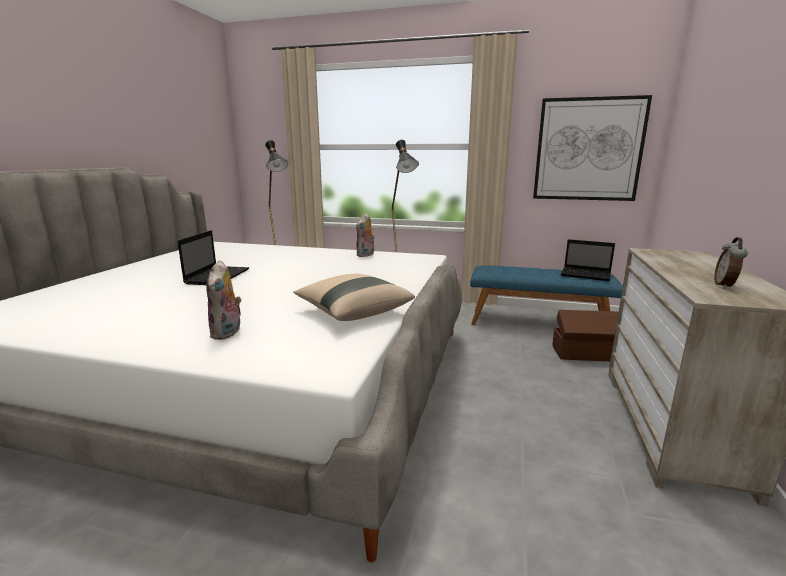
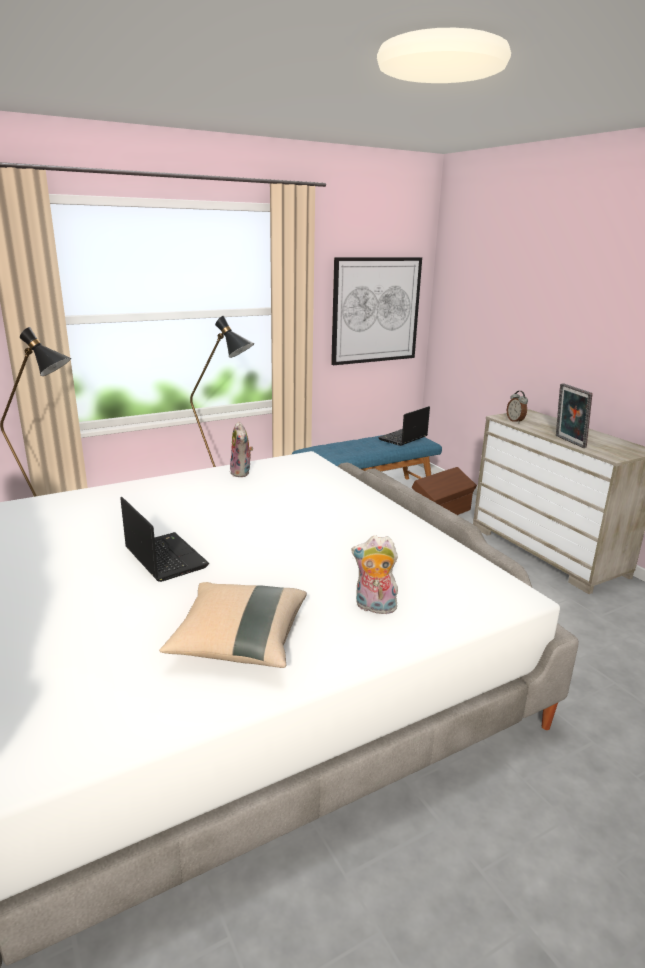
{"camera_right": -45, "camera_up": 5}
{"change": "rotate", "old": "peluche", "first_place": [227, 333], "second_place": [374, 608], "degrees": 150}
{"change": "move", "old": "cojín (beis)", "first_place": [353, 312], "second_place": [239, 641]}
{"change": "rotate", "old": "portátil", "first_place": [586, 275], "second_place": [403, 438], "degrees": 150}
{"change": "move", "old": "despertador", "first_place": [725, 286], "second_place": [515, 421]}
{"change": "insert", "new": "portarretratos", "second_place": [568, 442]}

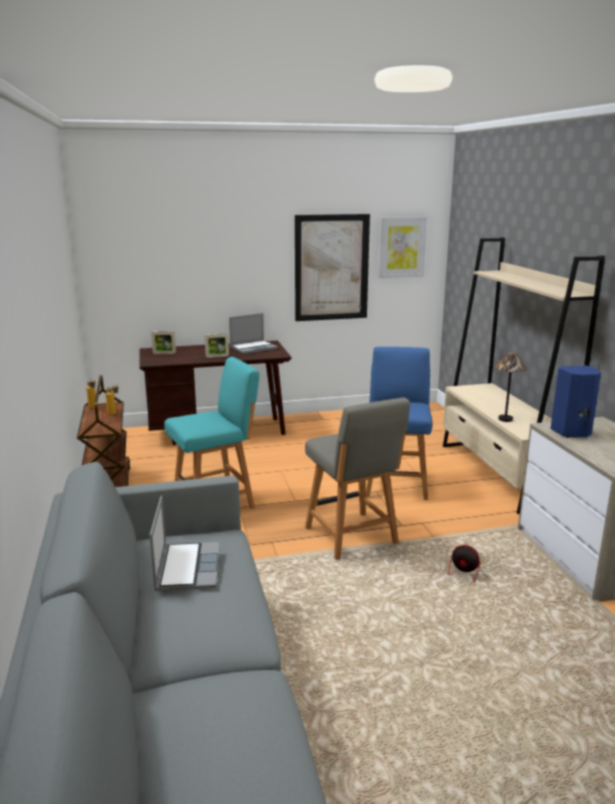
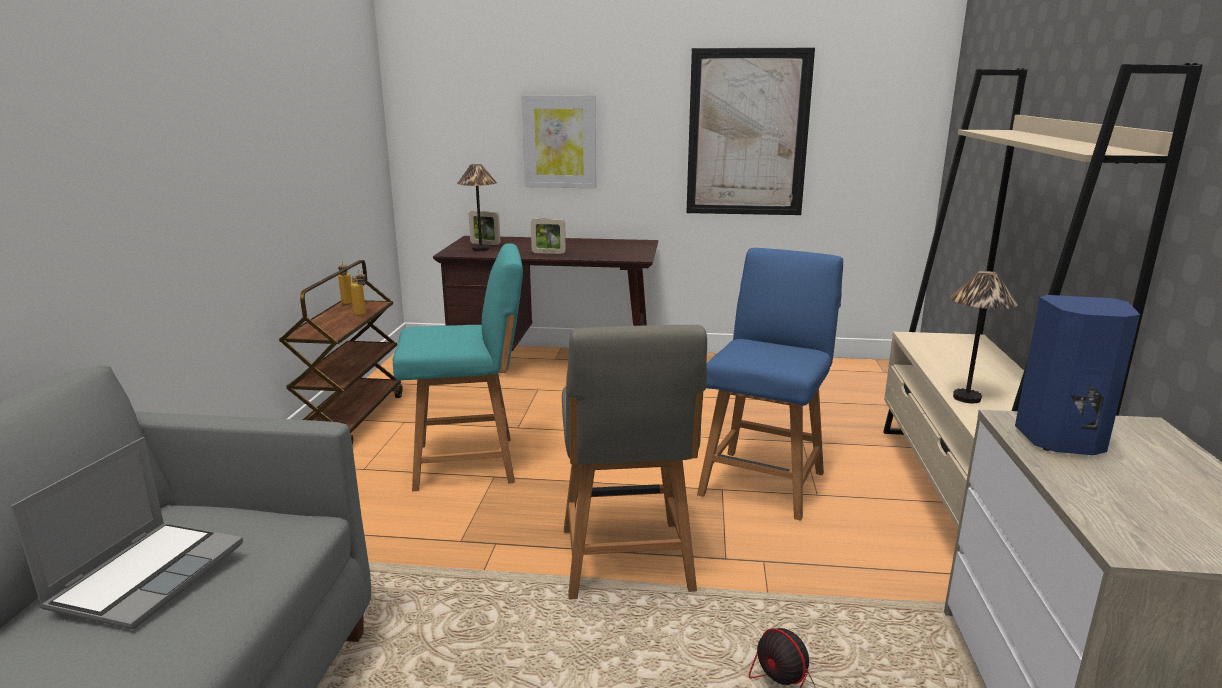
{"camera_right": 20, "camera_up": 0}
{"change": "delete", "old": "portátil", "first_place": [253, 348]}
{"change": "move", "old": "cuadro", "first_place": [401, 247], "second_place": [559, 142]}
{"change": "insert", "new": "lámpara de mesa", "second_place": [480, 249]}

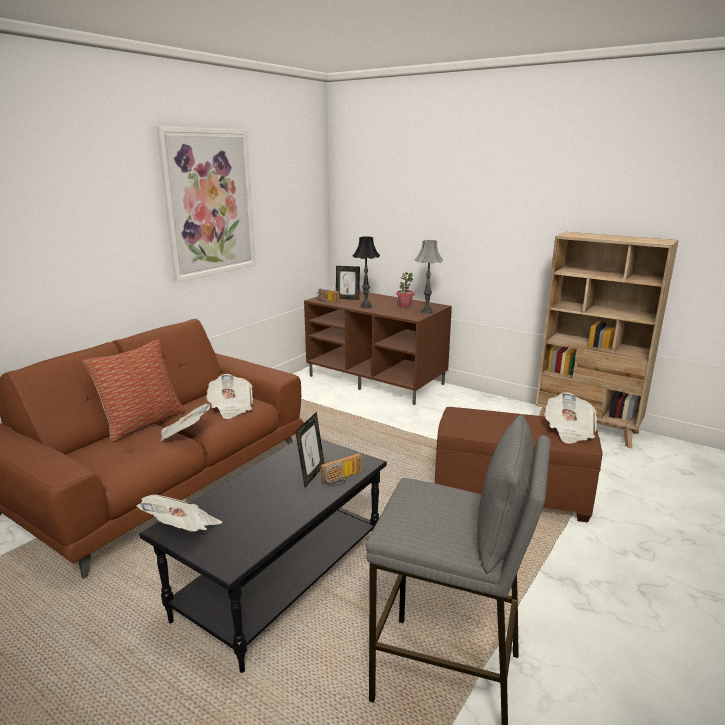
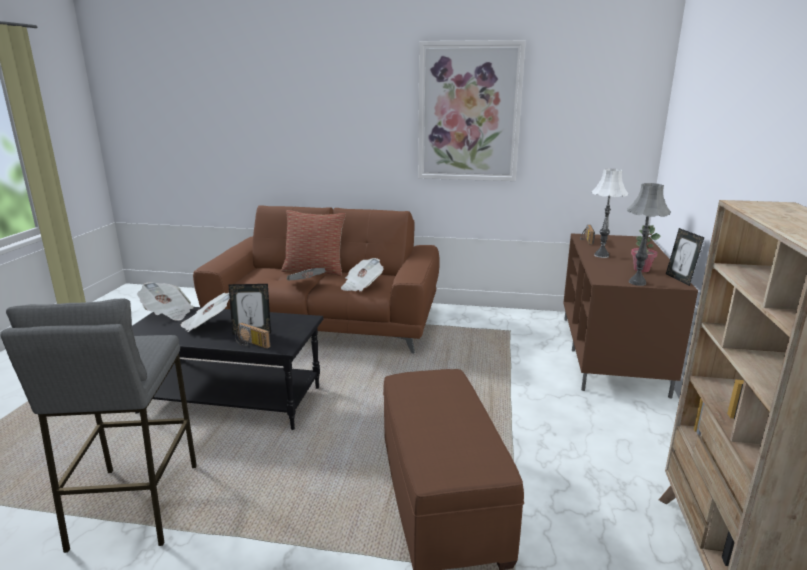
{"camera_right": 65, "camera_up": 0}
{"change": "move", "old": "portarretratos", "first_place": [347, 298], "second_place": [680, 279]}
{"change": "recolor", "old": "lámpara de mesa (negro)", "new": "lámpara de mesa (blanco)", "first_place": [365, 306], "second_place": [601, 255]}
{"change": "move", "old": "periódico", "first_place": [569, 431], "second_place": [207, 324]}

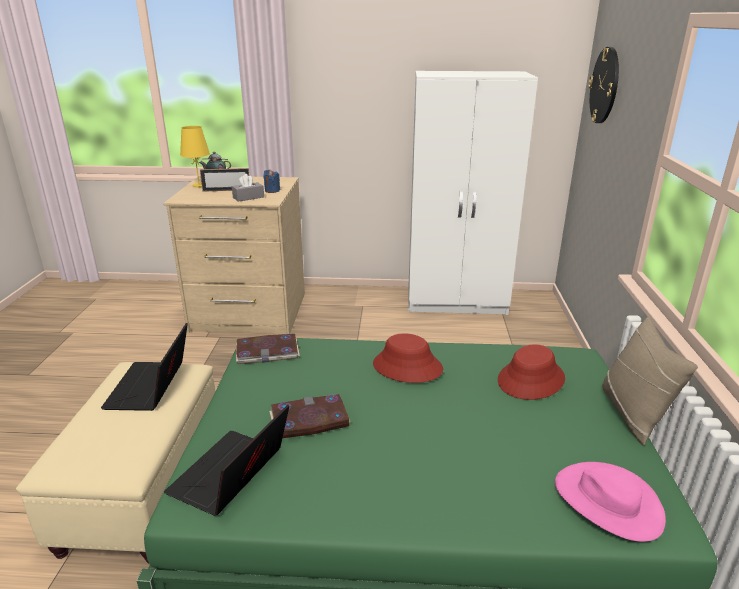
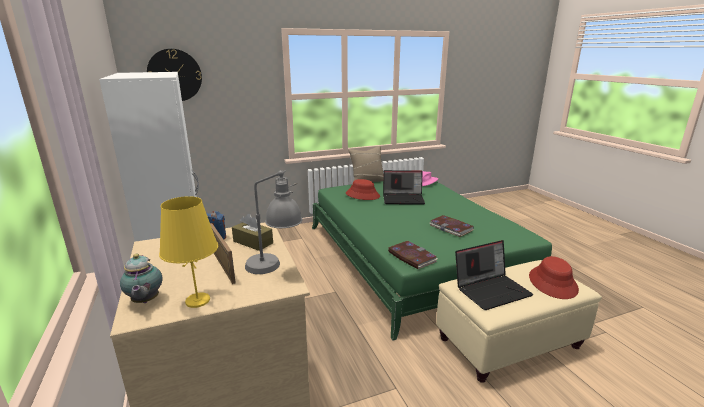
{"camera_right": -115, "camera_up": -5}
{"change": "move", "old": "portátil", "first_place": [231, 476], "second_place": [403, 199]}
{"change": "recolor", "old": "caja de pañuelos (gris)", "new": "caja de pañuelos (marrón)", "first_place": [248, 197], "second_place": [253, 242]}
{"change": "move", "old": "sombrero (rojo)", "first_place": [407, 367], "second_place": [553, 283]}
{"change": "insert", "new": "lámpara de mesa (gris)", "second_place": [275, 268]}

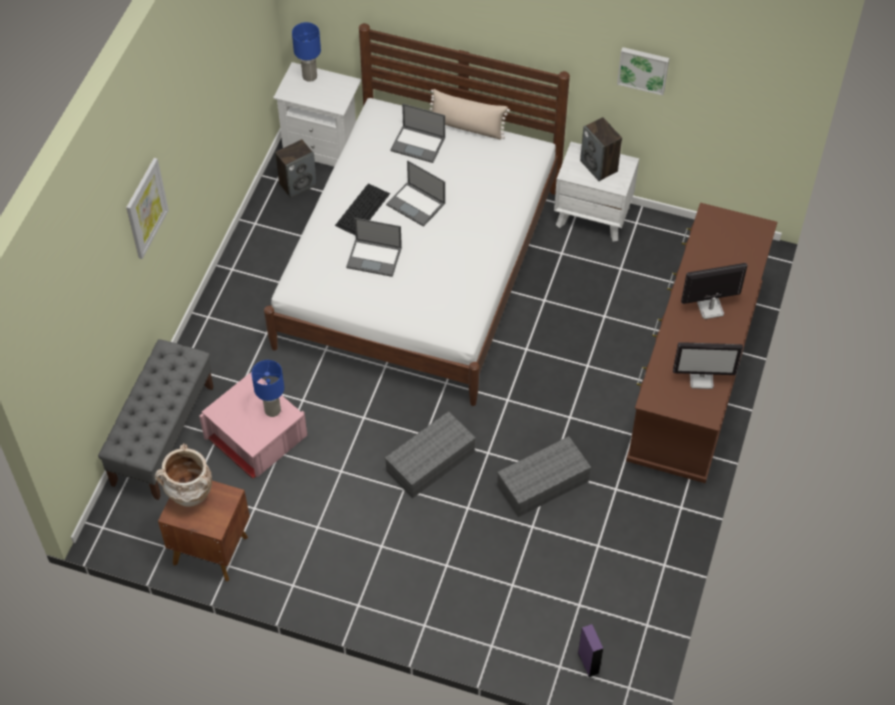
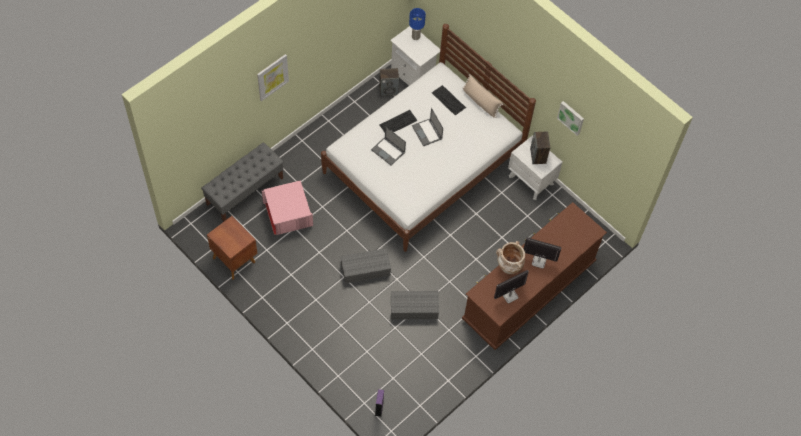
{"camera_right": 25, "camera_up": 5}
{"change": "move", "old": "florero (beis)", "first_place": [190, 496], "second_place": [509, 267]}
{"change": "delete", "old": "lámpara de mesa (azul)", "first_place": [272, 410]}
{"change": "replace", "old": "portátil", "new": "teclado", "first_place": [418, 144], "second_place": [449, 100]}
{"change": "rotate", "old": "monitor", "first_place": [702, 379], "second_place": [509, 296], "degrees": 120}

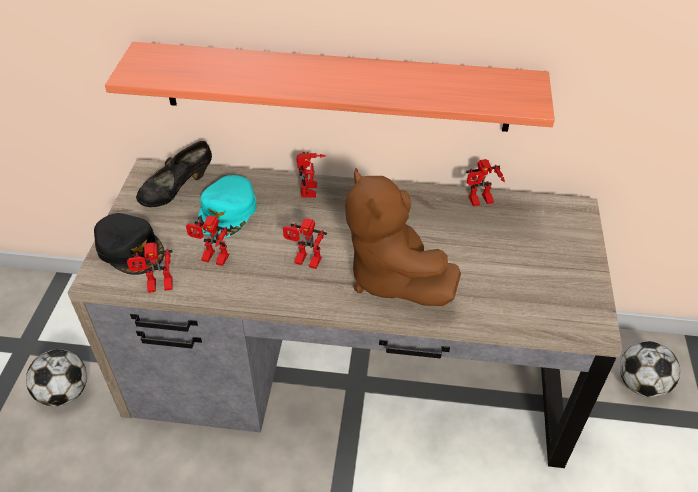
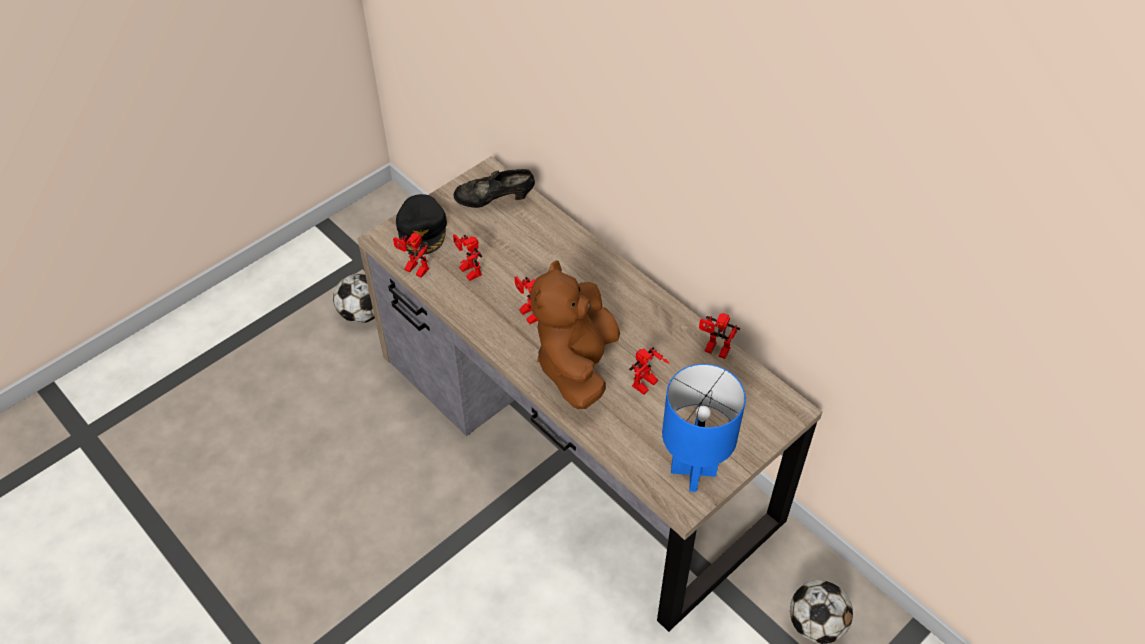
{"camera_right": 40, "camera_up": 5}
{"change": "delete", "old": "estante", "first_place": [335, 87]}
{"change": "delete", "old": "gorra (turquesa)", "first_place": [227, 212]}
{"change": "move", "old": "robot de juguete", "first_place": [312, 191], "second_place": [646, 386]}
{"change": "insert", "new": "lámpara de mesa (azul)", "second_place": [694, 472]}

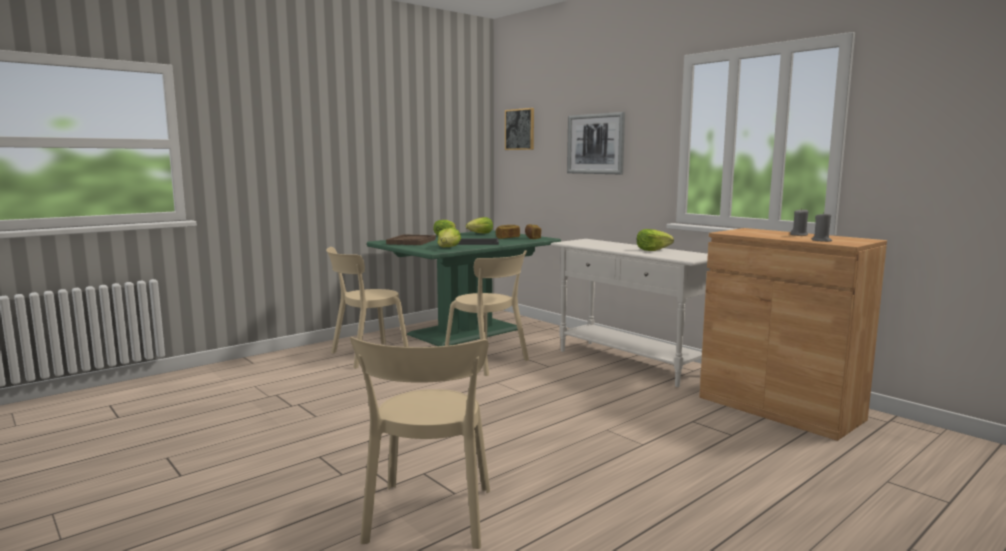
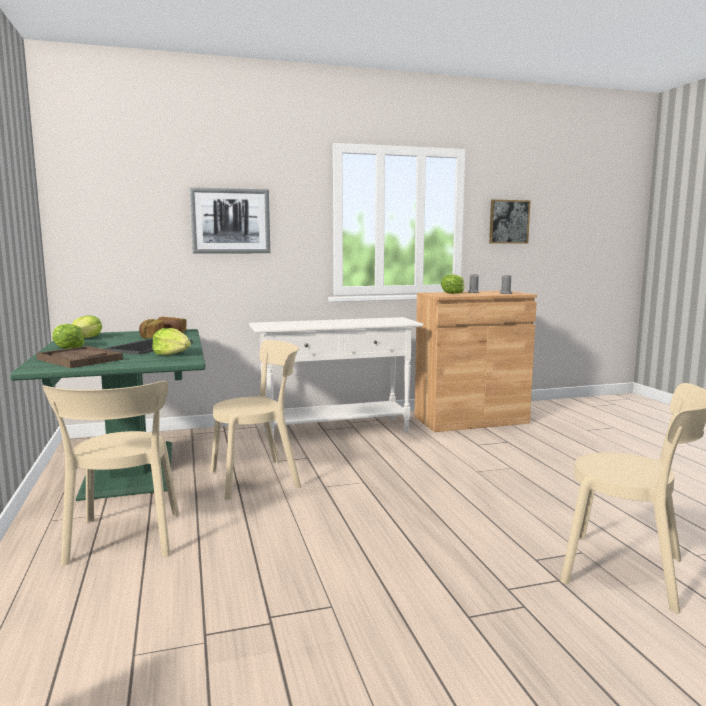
{"camera_right": -65, "camera_up": 0}
{"change": "move", "old": "cuadro", "first_place": [520, 129], "second_place": [509, 221]}
{"change": "move", "old": "lechuga", "first_place": [652, 250], "second_place": [453, 293]}

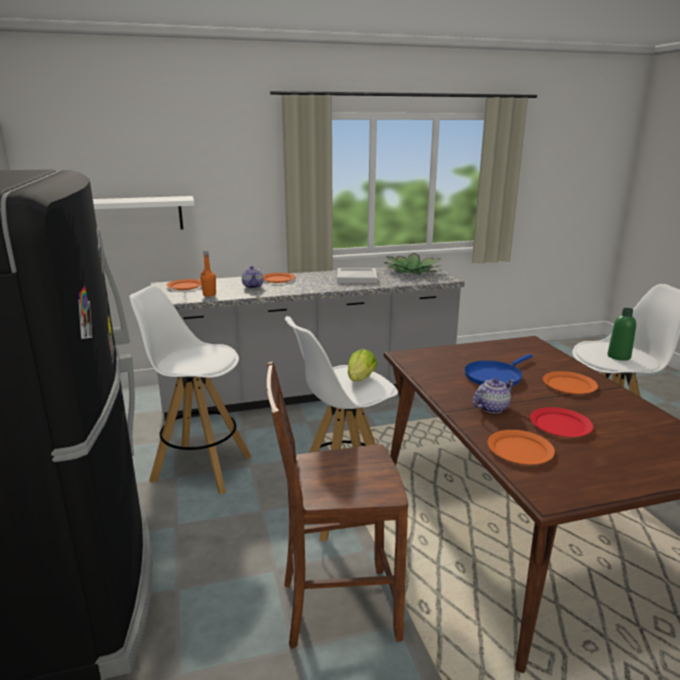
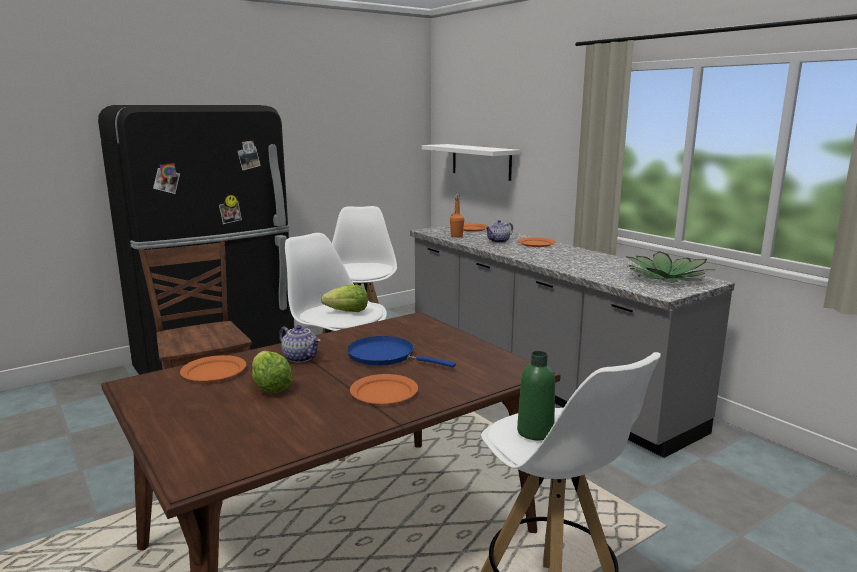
{"camera_right": 70, "camera_up": -5}
{"change": "delete", "old": "bandeja (blanco)", "first_place": [356, 278]}
{"change": "replace", "old": "plato (rojo)", "new": "lechuga", "first_place": [561, 425], "second_place": [270, 388]}

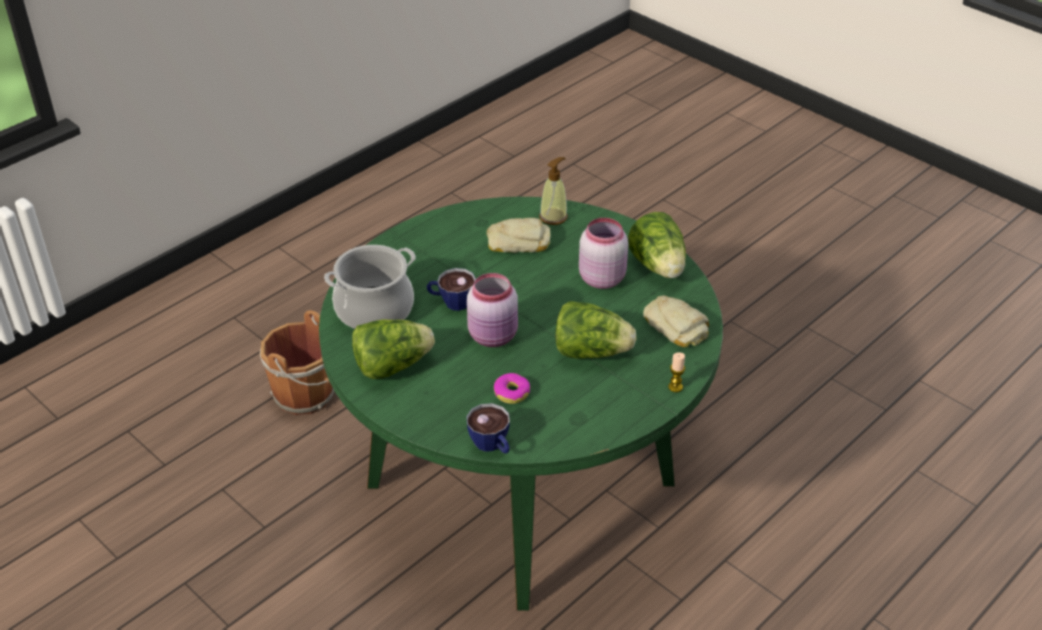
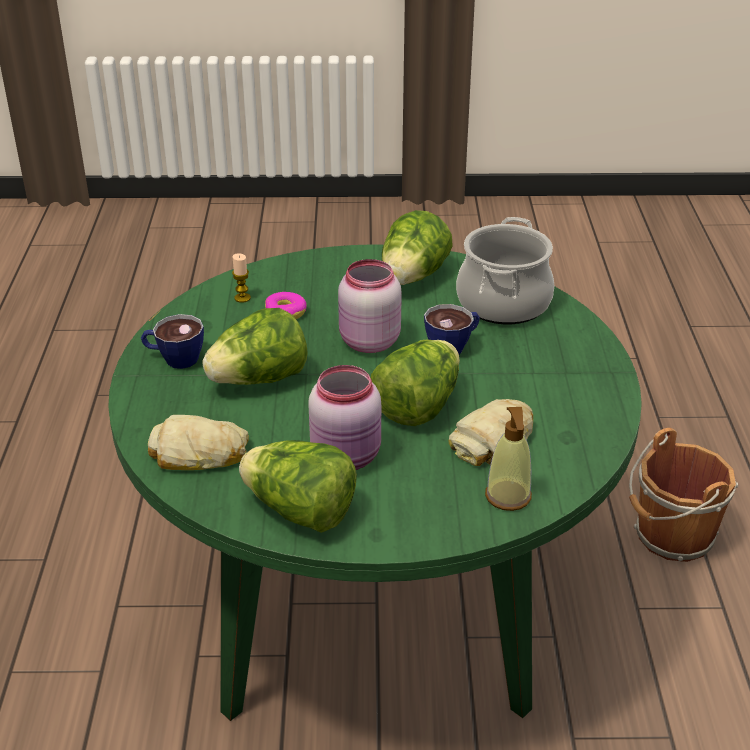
{"camera_right": 135, "camera_up": -5}
{"change": "move", "old": "taza", "first_place": [492, 446], "second_place": [174, 359]}
{"change": "move", "old": "vela", "first_place": [675, 387], "second_place": [242, 298]}
{"change": "insert", "new": "lechuga", "second_place": [418, 406]}

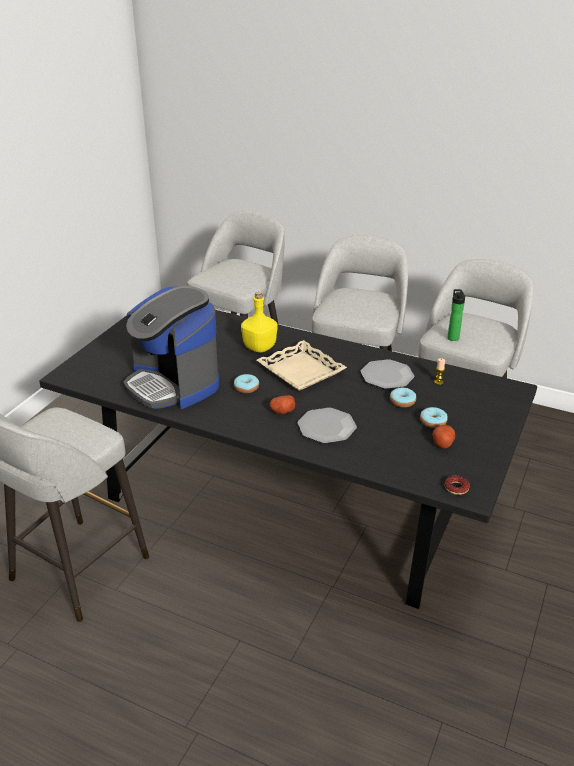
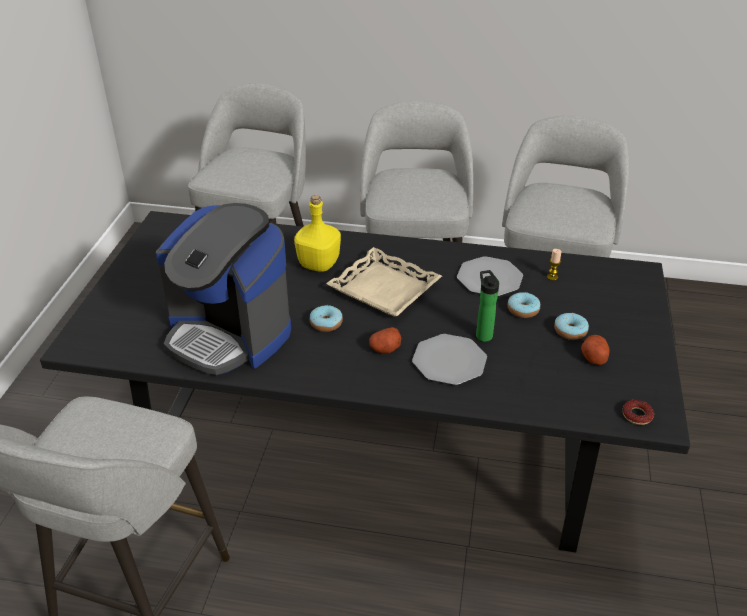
{"camera_right": -15, "camera_up": 5}
{"change": "move", "old": "botella", "first_place": [452, 337], "second_place": [483, 334]}

